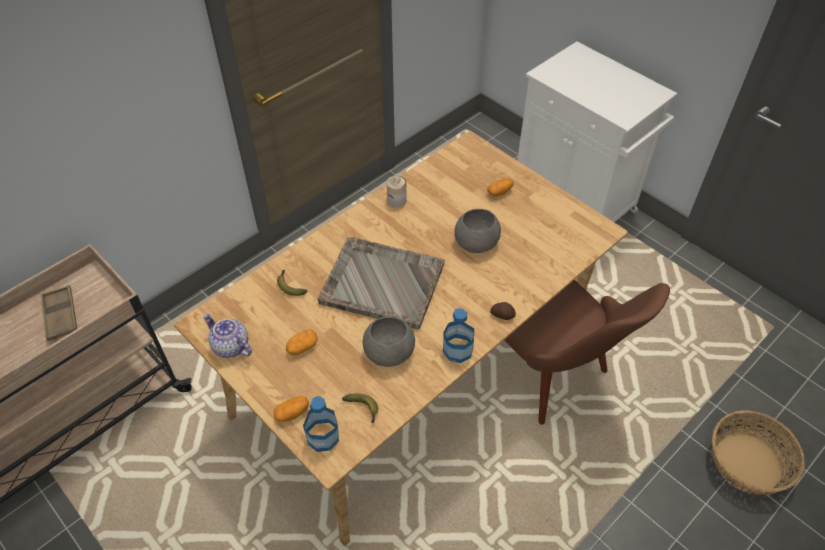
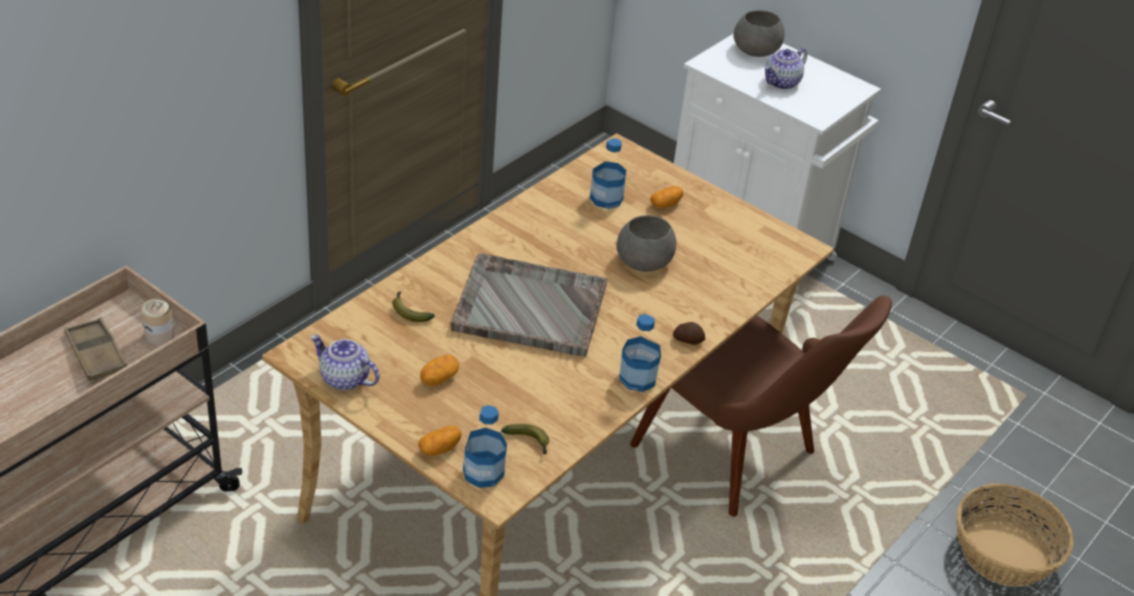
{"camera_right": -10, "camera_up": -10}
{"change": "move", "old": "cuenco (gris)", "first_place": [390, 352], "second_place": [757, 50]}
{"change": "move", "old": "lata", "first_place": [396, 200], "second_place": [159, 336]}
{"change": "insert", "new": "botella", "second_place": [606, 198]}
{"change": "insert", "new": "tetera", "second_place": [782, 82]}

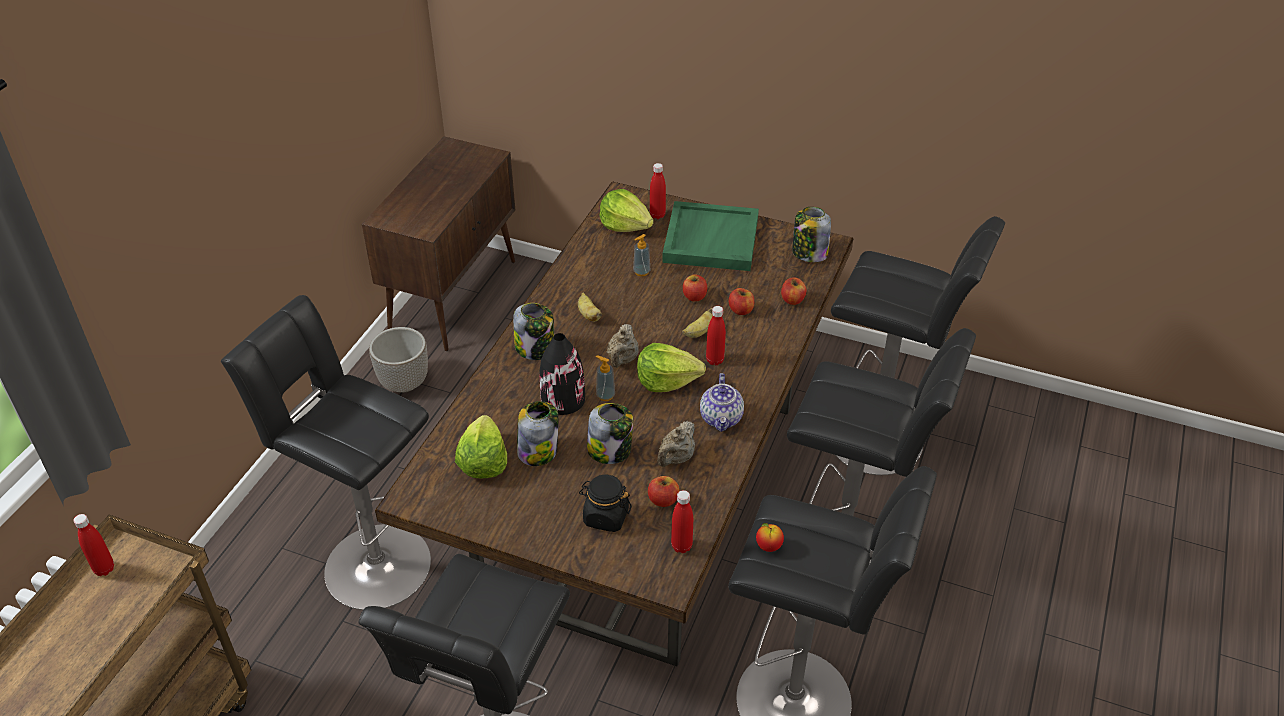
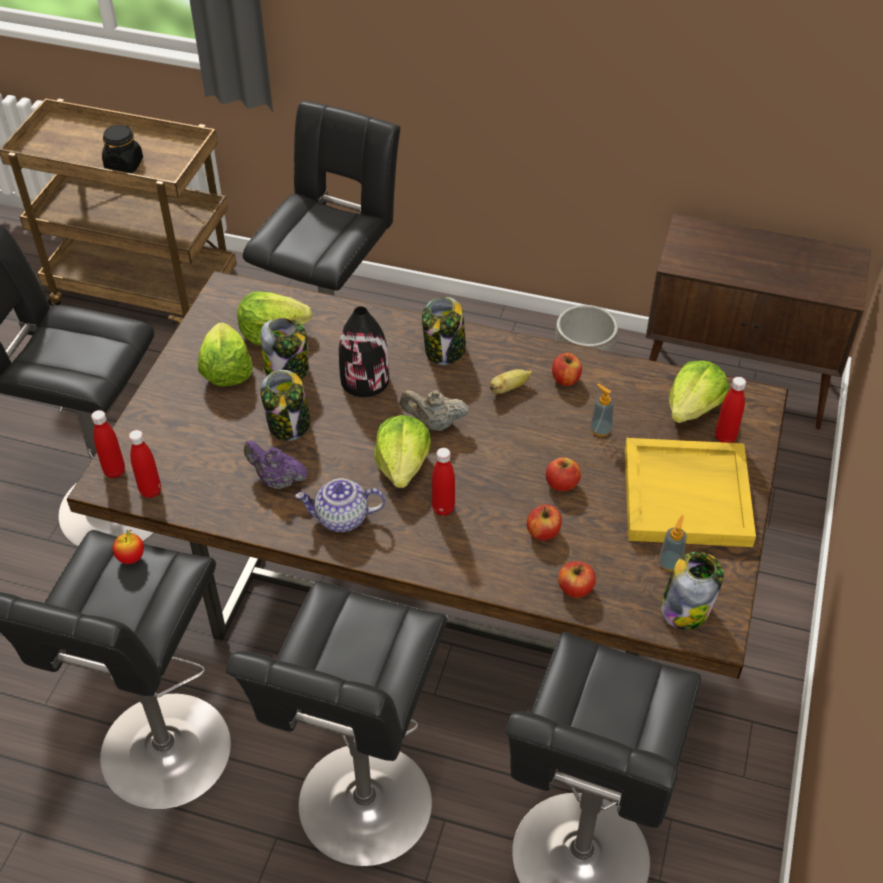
{"camera_right": 85, "camera_up": 5}
{"change": "move", "old": "botella (rojo)", "first_place": [104, 569], "second_place": [114, 471]}
{"change": "move", "old": "tarro (negro)", "first_place": [605, 517], "second_place": [124, 165]}
{"change": "move", "old": "dispensador de jabón", "first_place": [605, 395], "second_place": [670, 563]}
{"change": "move", "old": "manzana", "first_place": [663, 500], "second_place": [565, 379]}
{"change": "recolor", "old": "tetera (beis)", "new": "tetera (morado)", "first_place": [676, 458], "second_place": [277, 480]}
{"change": "recolor", "old": "bandeja (verde)", "new": "bandeja (amarillo)", "first_place": [710, 239], "second_place": [687, 495]}
{"change": "delete", "old": "plátano", "first_place": [699, 332]}
{"change": "insert", "new": "lechuga", "second_place": [226, 370]}

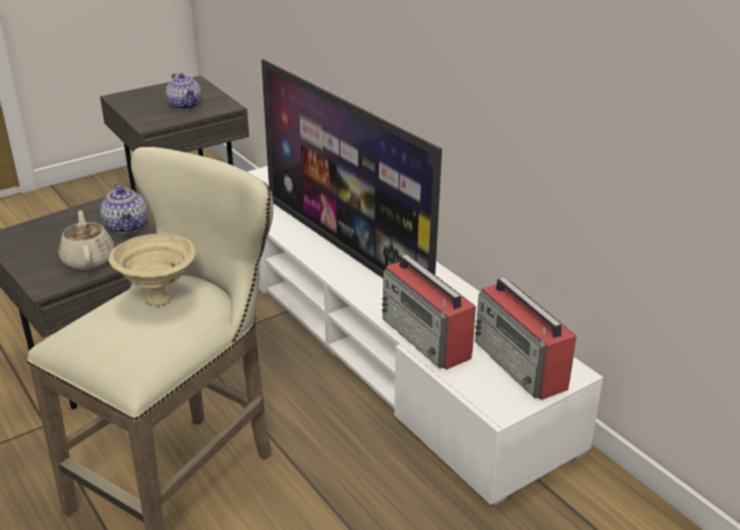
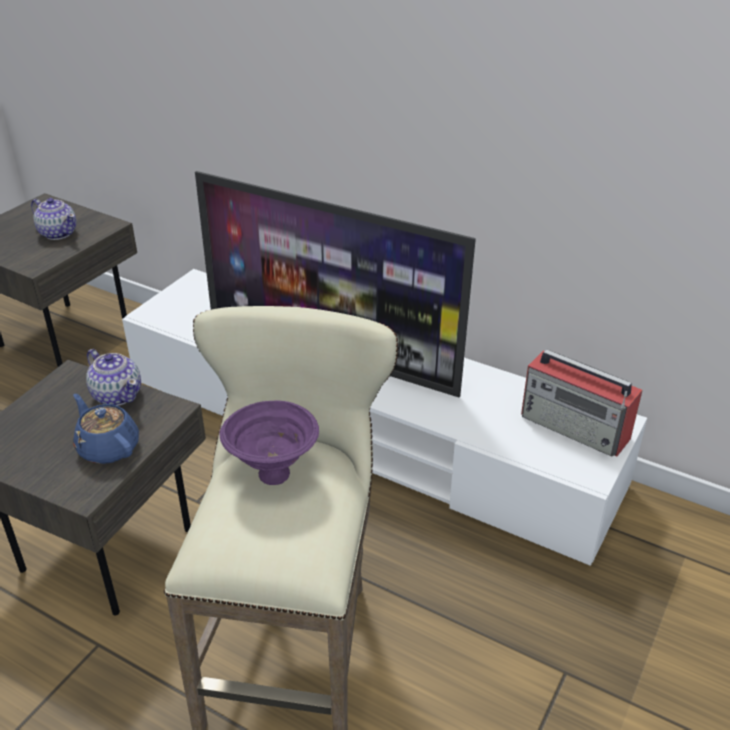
{"camera_right": -25, "camera_up": 5}
{"change": "recolor", "old": "tetera (beis)", "new": "tetera (azul)", "first_place": [88, 259], "second_place": [108, 447]}
{"change": "recolor", "old": "cuenco (beis)", "new": "cuenco (morado)", "first_place": [157, 297], "second_place": [271, 474]}
{"change": "delete", "old": "radio", "first_place": [427, 338]}

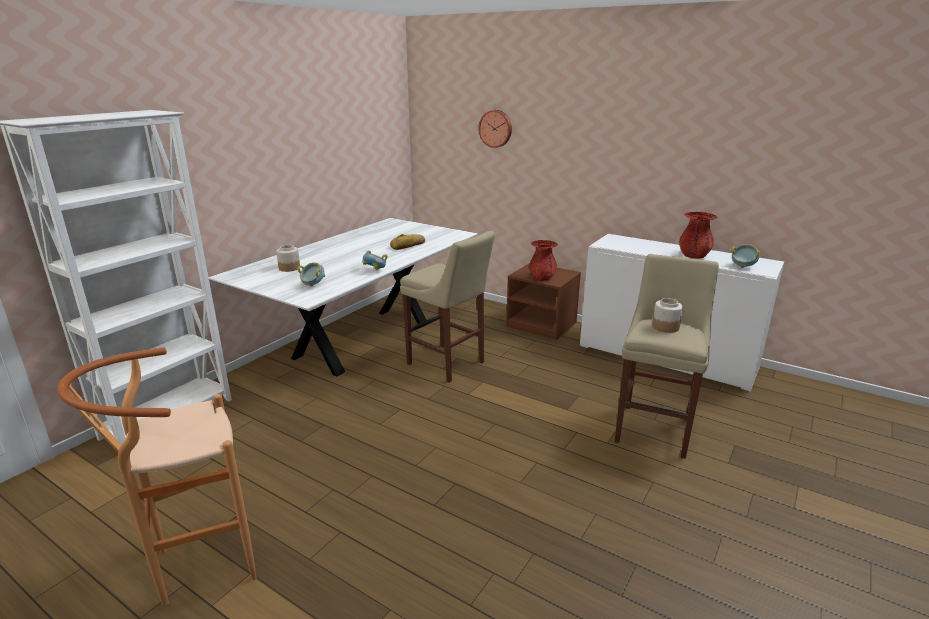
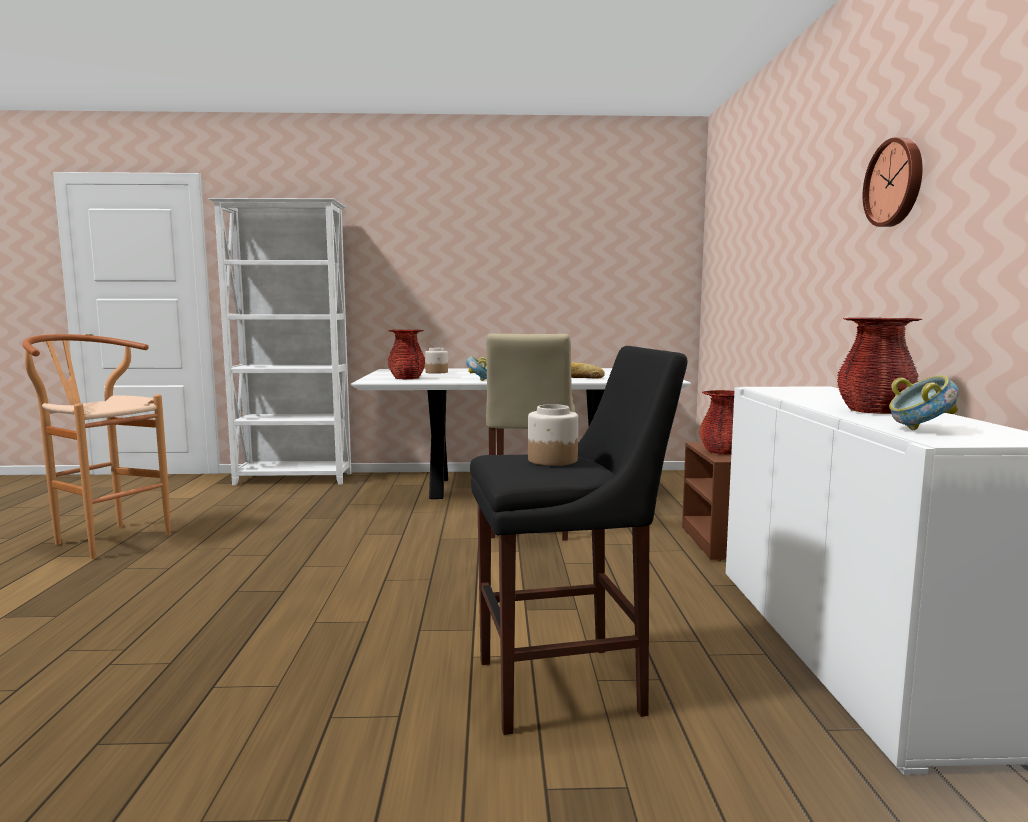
{"camera_right": 55, "camera_up": -15}
{"change": "replace", "old": "cuenco", "new": "florero (rojo)", "first_place": [313, 285], "second_place": [406, 378]}
{"change": "move", "old": "reloj de pared", "first_place": [496, 128], "second_place": [896, 183]}
{"change": "recolor", "old": "taburete (beis)", "new": "taburete (negro)", "first_place": [654, 428], "second_place": [568, 686]}

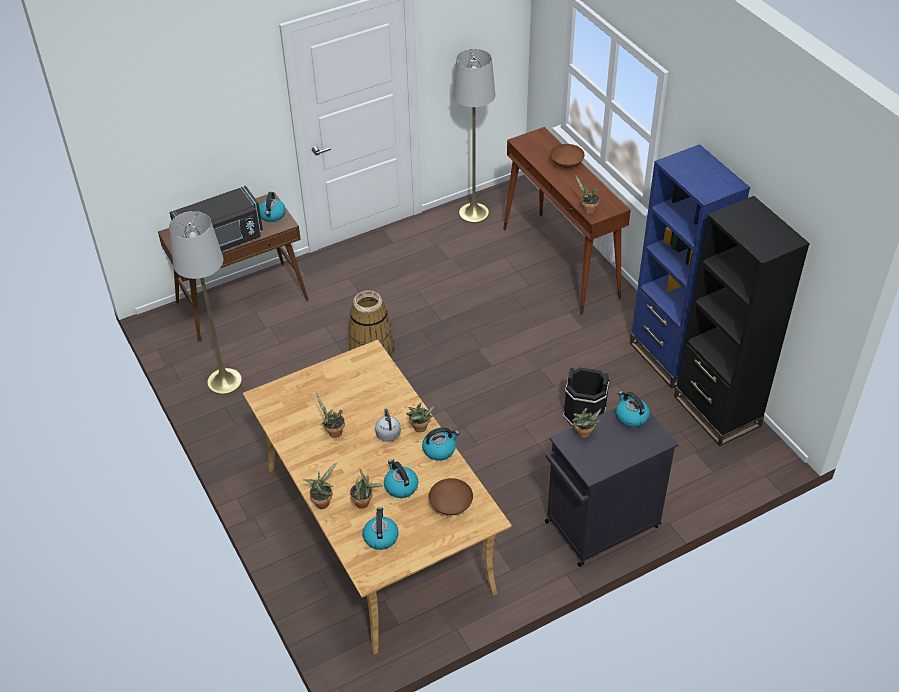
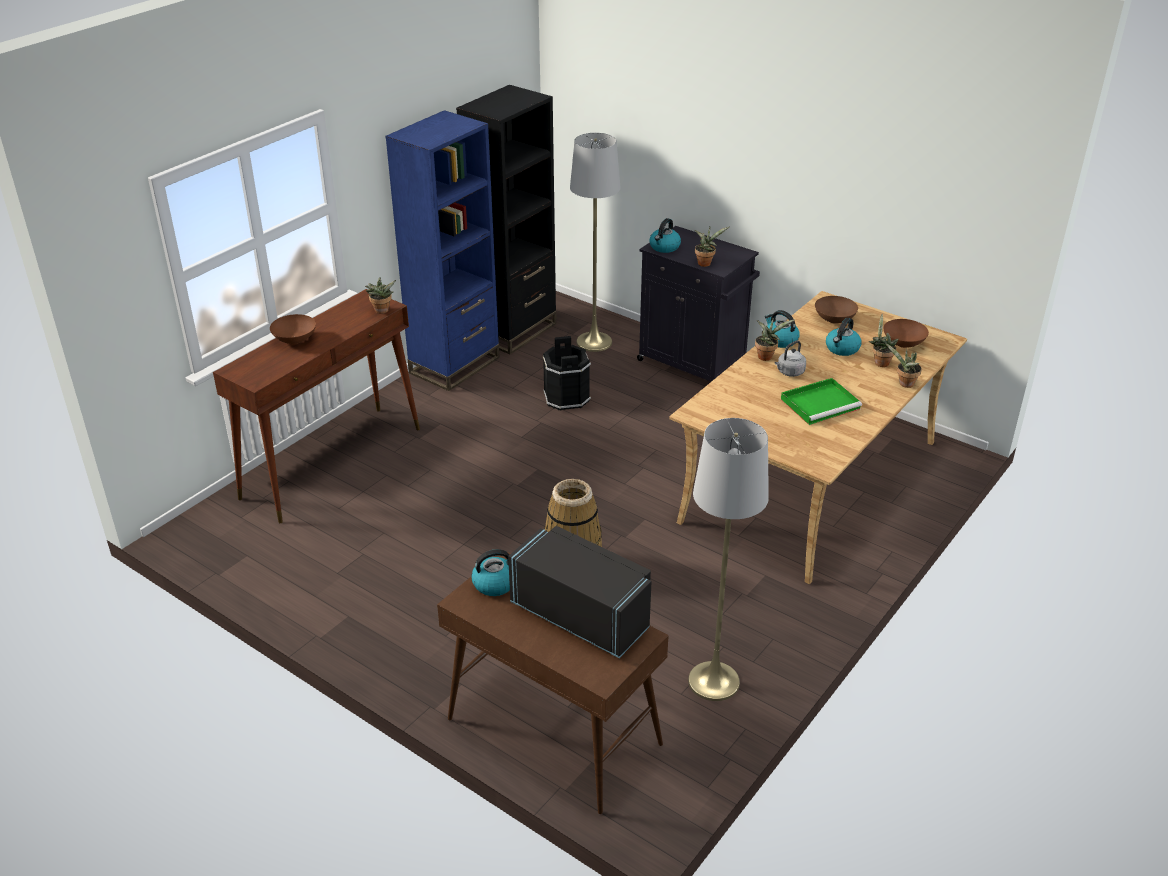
{"camera_right": -115, "camera_up": -10}
{"change": "replace", "old": "planta en maceta", "new": "bandeja (verde)", "first_place": [333, 432], "second_place": [821, 403]}
{"change": "replace", "old": "hervidor", "new": "cuenco (marrón)", "first_place": [380, 537], "second_place": [904, 344]}
{"change": "move", "old": "lámpara de pie (gris)", "first_place": [473, 213], "second_place": [594, 342]}

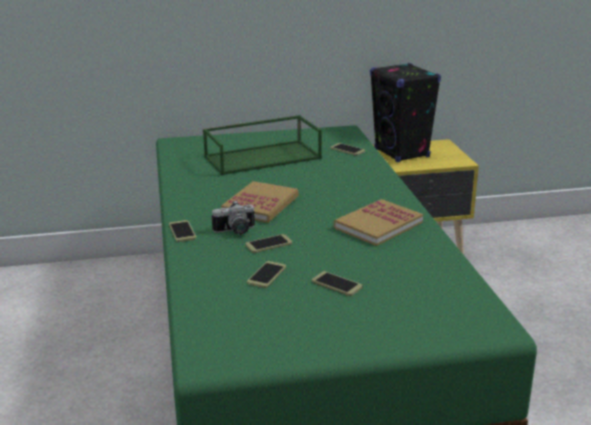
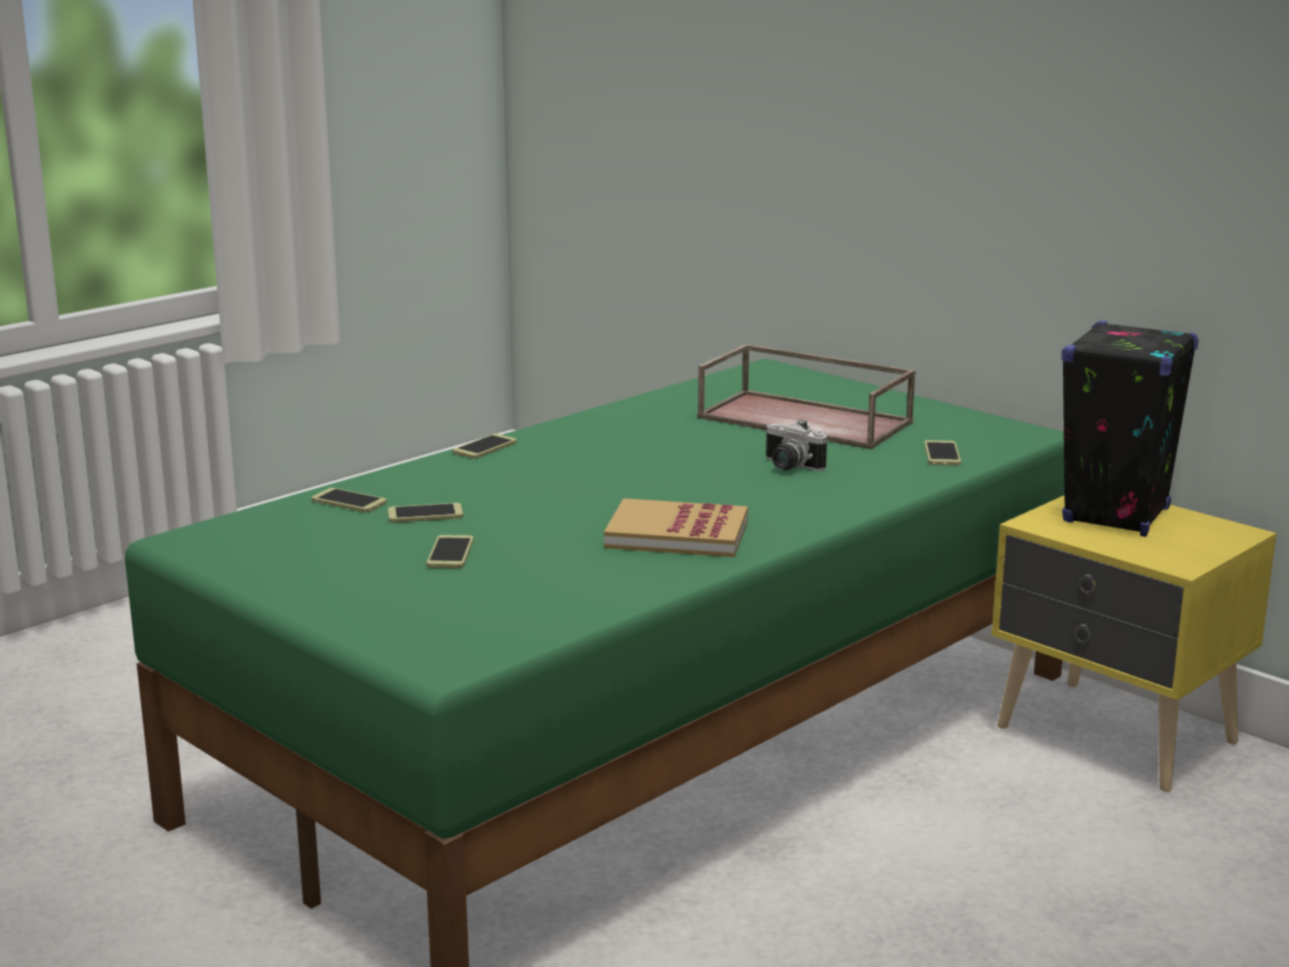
{"camera_right": 55, "camera_up": -5}
{"change": "recolor", "old": "bandeja (verde)", "new": "bandeja (marrón)", "first_place": [263, 157], "second_place": [807, 420]}
{"change": "move", "old": "cámara", "first_place": [235, 232], "second_place": [788, 467]}
{"change": "delete", "old": "libro", "first_place": [260, 205]}
{"change": "move", "old": "móvil", "first_place": [268, 244], "second_place": [349, 502]}

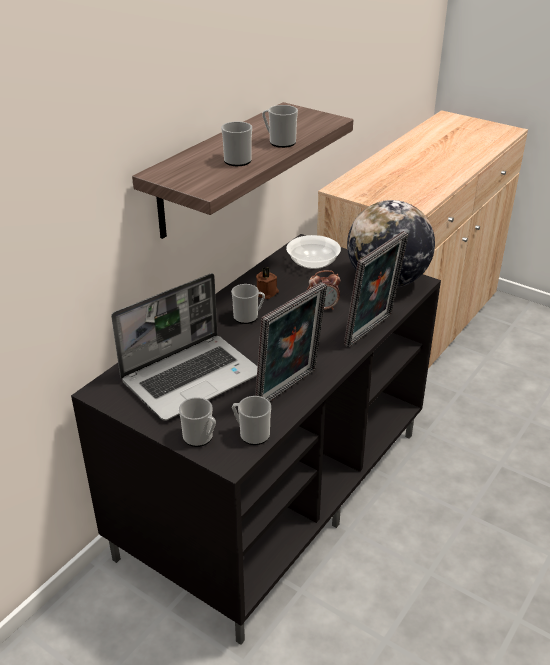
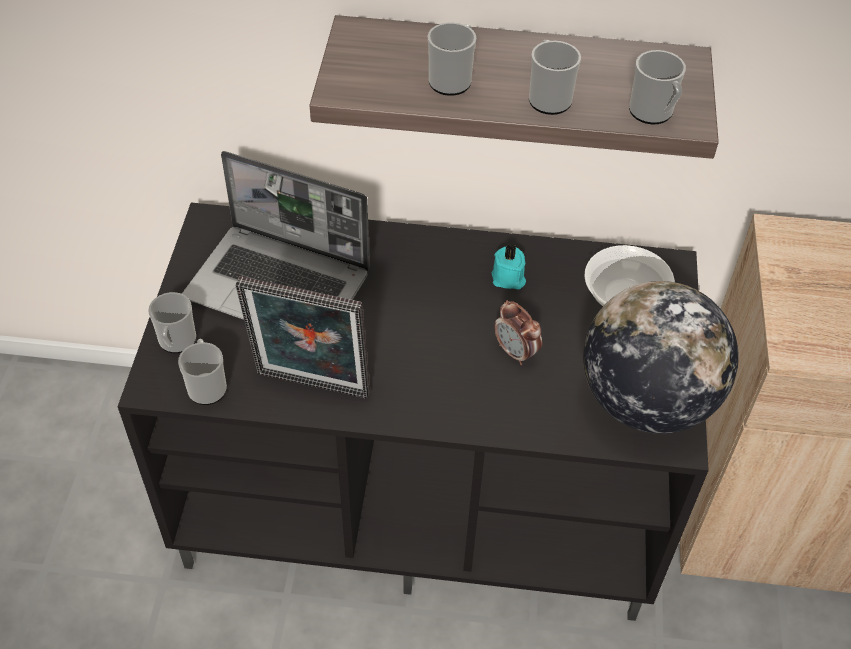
{"camera_right": 60, "camera_up": 15}
{"change": "move", "old": "taza grande", "first_place": [248, 317], "second_place": [653, 113]}
{"change": "recolor", "old": "vela (marrón)", "new": "vela (turquesa)", "first_place": [267, 293], "second_place": [508, 279]}
{"change": "delete", "old": "portarretratos", "first_place": [372, 331]}

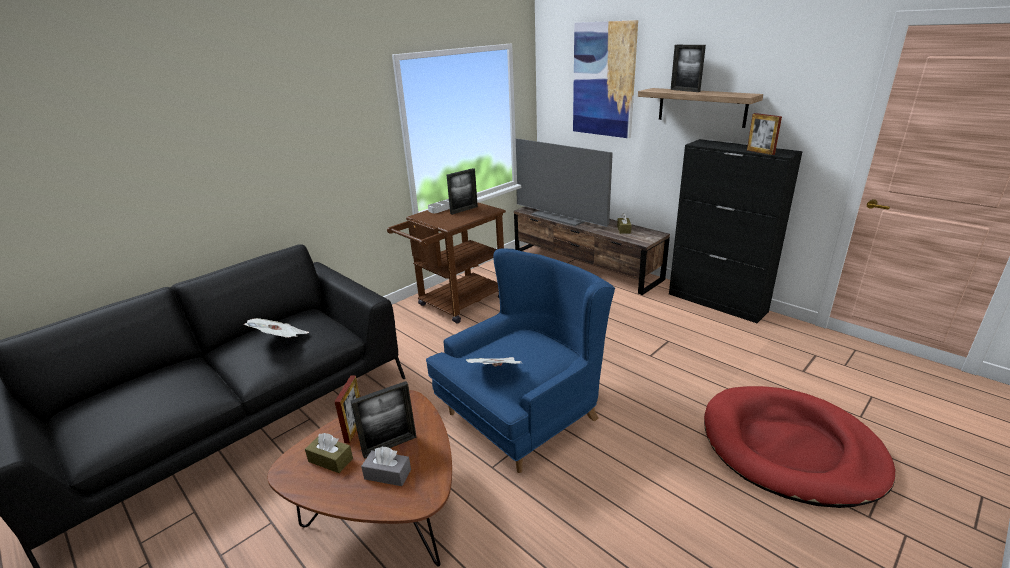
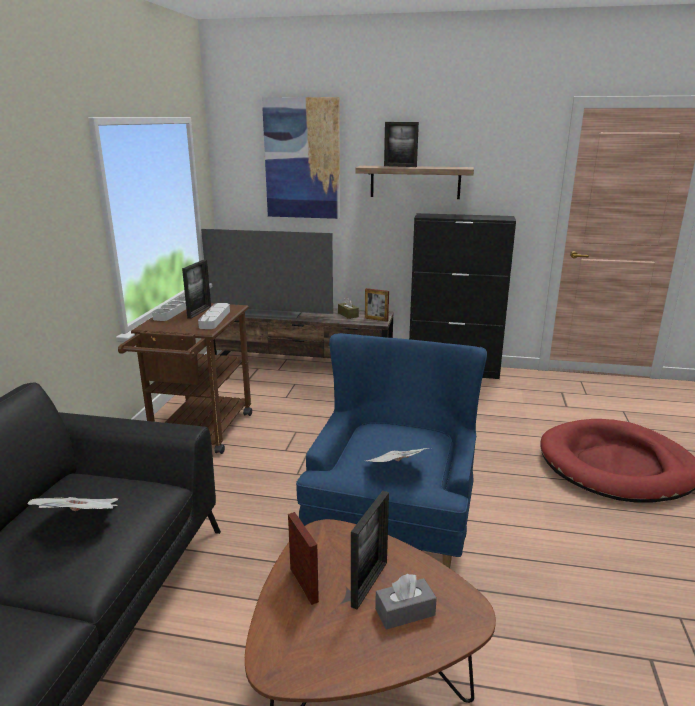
{"camera_right": -35, "camera_up": -5}
{"change": "delete", "old": "caja de pañuelos (marrón)", "first_place": [330, 460]}
{"change": "move", "old": "portarretratos", "first_place": [760, 152], "second_place": [376, 319]}
{"change": "insert", "new": "bandeja (gris)", "second_place": [215, 319]}

